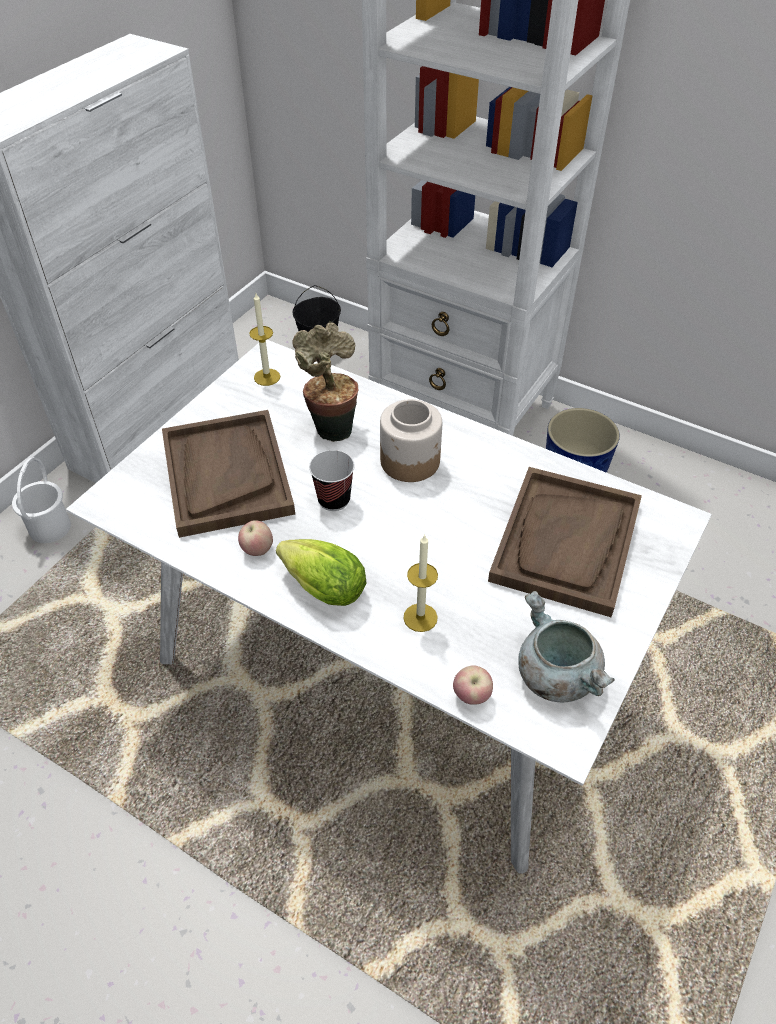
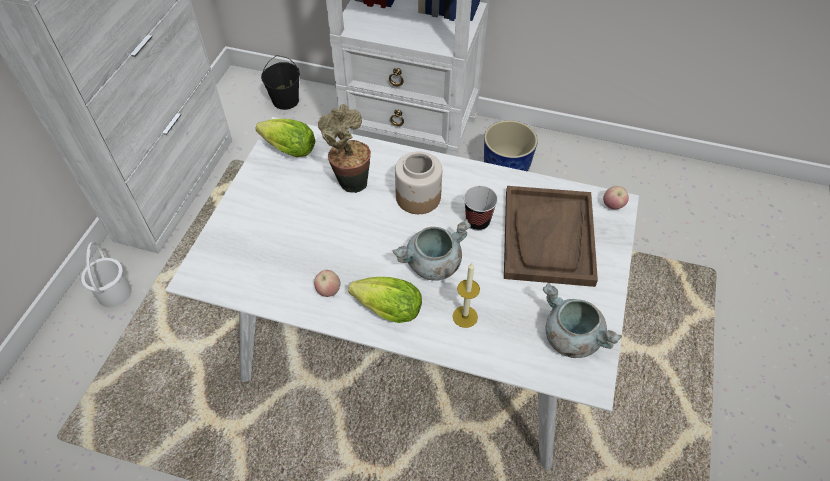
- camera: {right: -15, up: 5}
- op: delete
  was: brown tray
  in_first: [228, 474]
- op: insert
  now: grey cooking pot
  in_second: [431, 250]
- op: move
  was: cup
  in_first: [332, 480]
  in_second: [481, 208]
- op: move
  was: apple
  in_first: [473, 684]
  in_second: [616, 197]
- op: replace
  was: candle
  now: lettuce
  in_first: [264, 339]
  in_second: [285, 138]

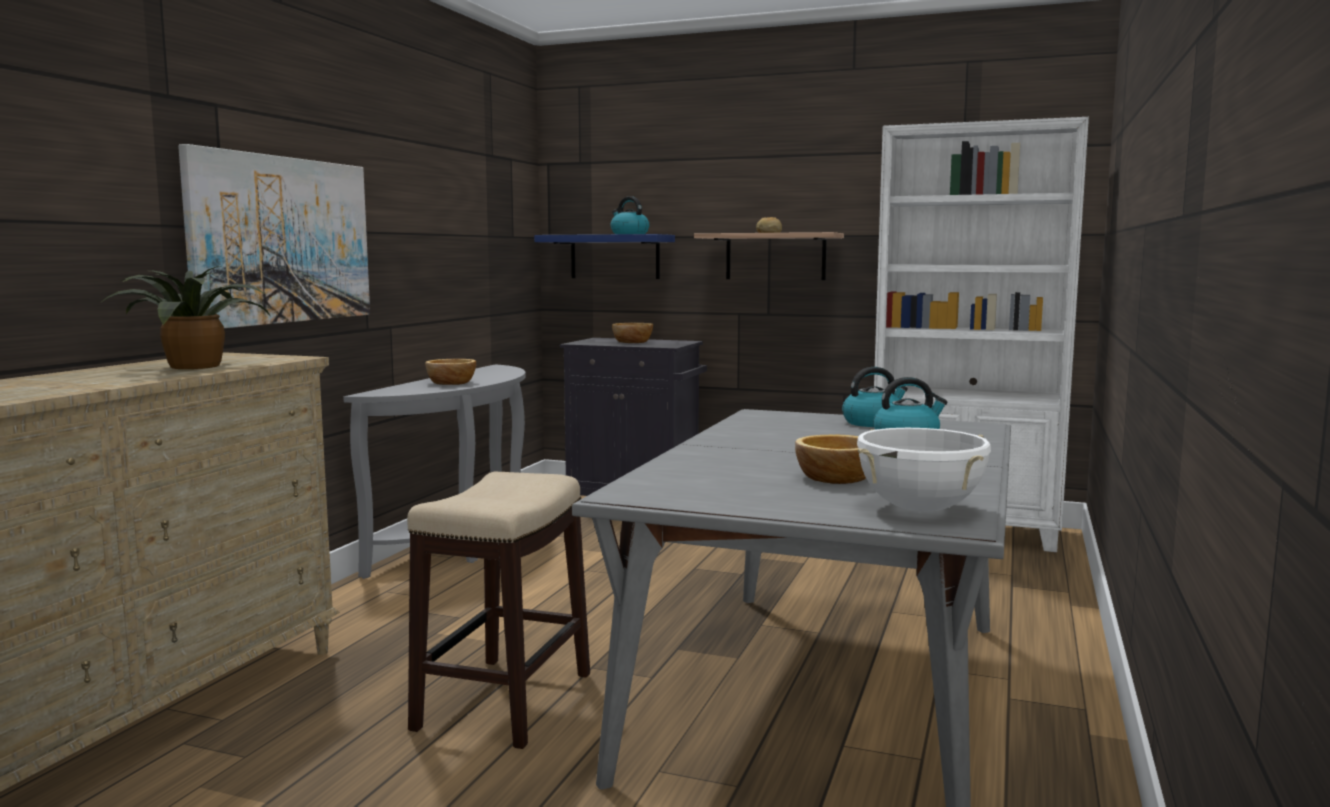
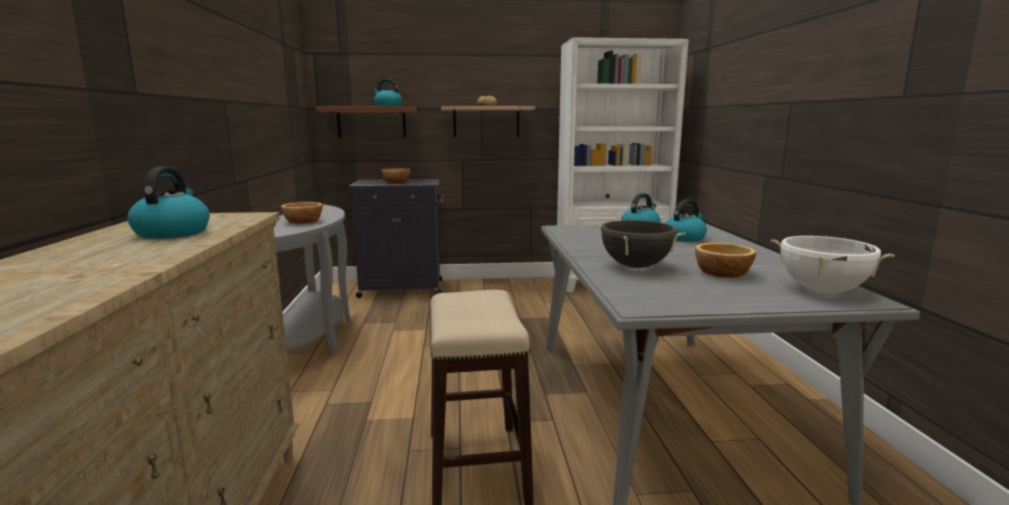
- camera: {right: -25, up: 5}
- op: delete
  was: picture
  in_first: [274, 236]
- op: insert
  now: black cooking pot
  in_second: [640, 244]
- op: replace
  was: potted plant
  now: kettle
  in_first: [185, 317]
  in_second: [168, 202]
- op: recolor
  was: blue shelf
  now: brown shelf
  in_first: [604, 256]
  in_second: [366, 122]

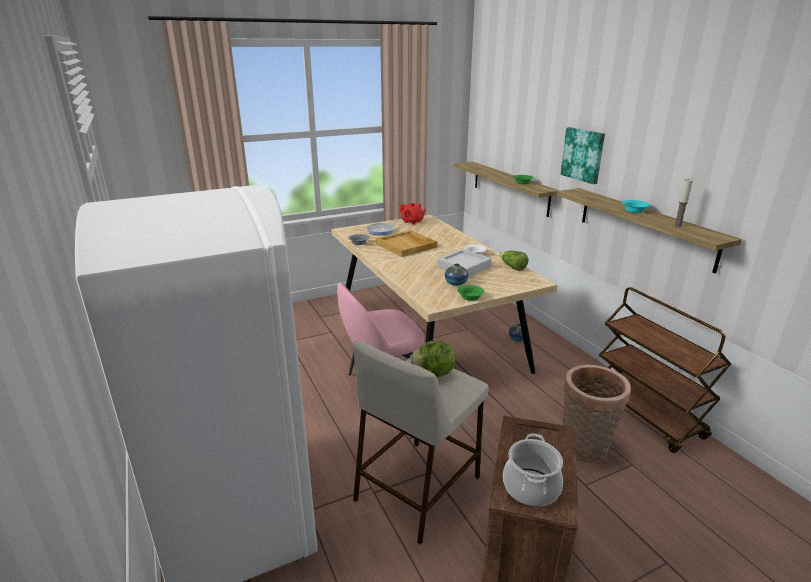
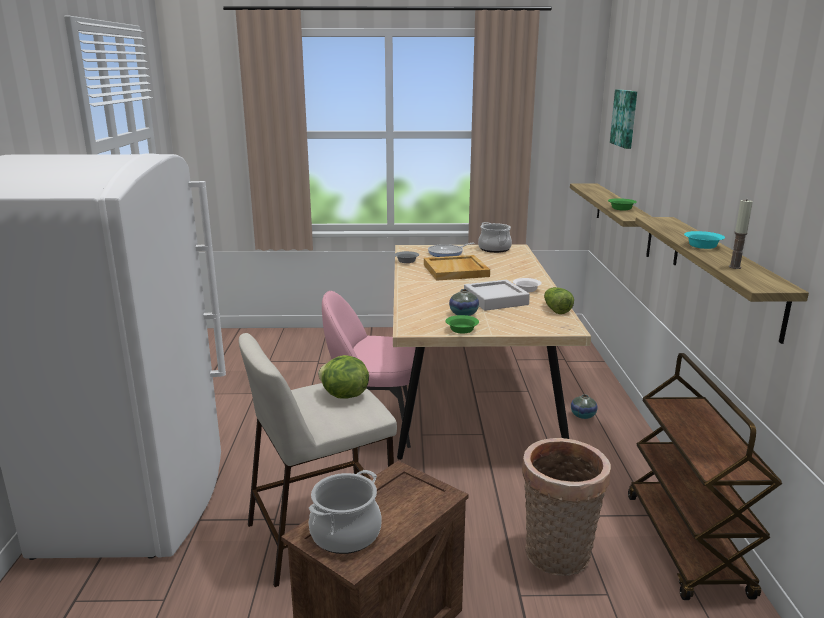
- camera: {right: 25, up: -5}
- op: move
  was: picture
  in_first: [583, 155]
  in_second: [623, 119]
- op: replace
  was: red teapot
  now: cooking pot
  in_first: [412, 214]
  in_second: [495, 237]

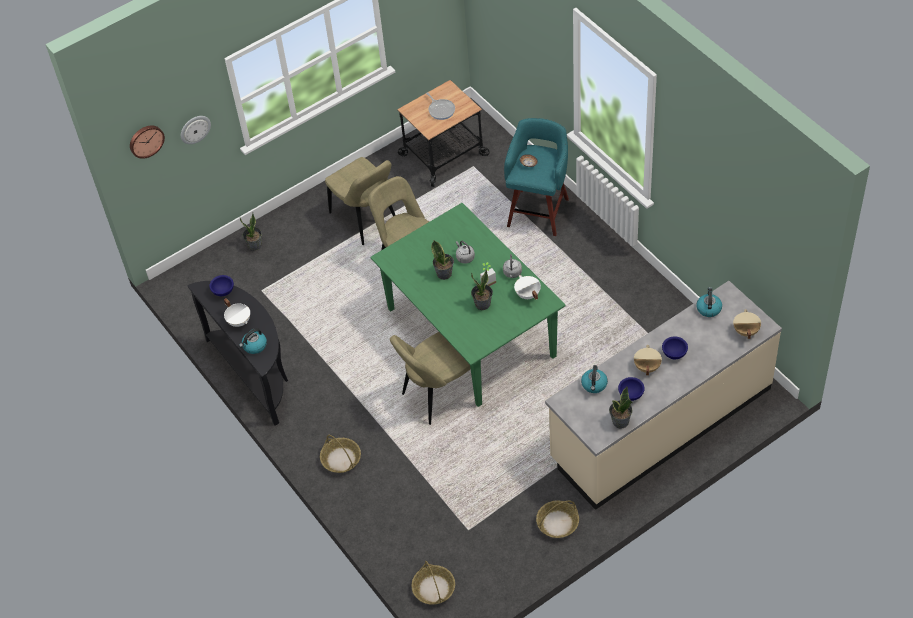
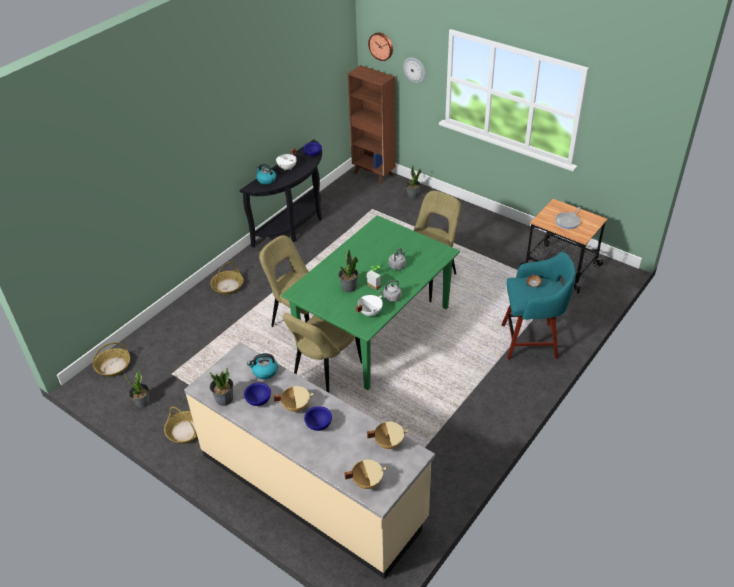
- camera: {right: 70, up: -10}
- op: insert
  now: brown bookcase
  in_second: [372, 125]
- op: move
  was: beige chair
  in_first: [360, 201]
  in_second: [322, 353]
- op: move
  was: potted plant
  in_first: [442, 260]
  in_second: [137, 387]
- op: replace
  was: kettle
  now: beige cooking pot
  in_first: [709, 302]
  in_second: [387, 435]

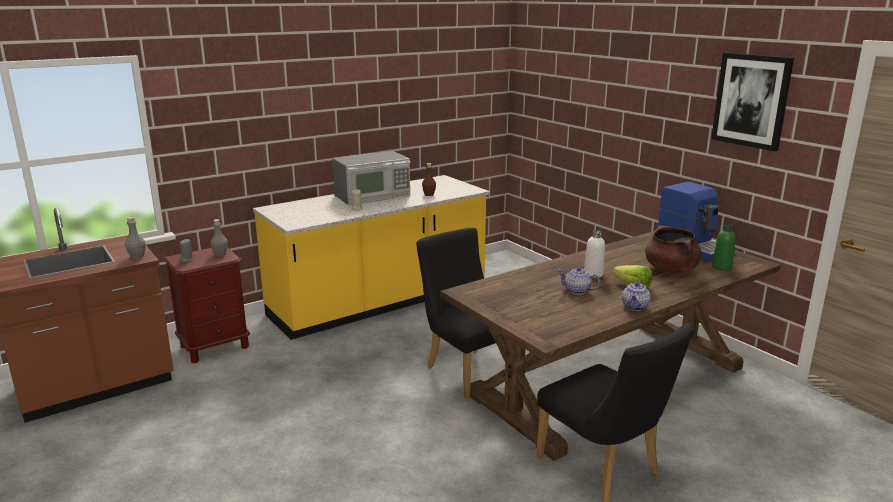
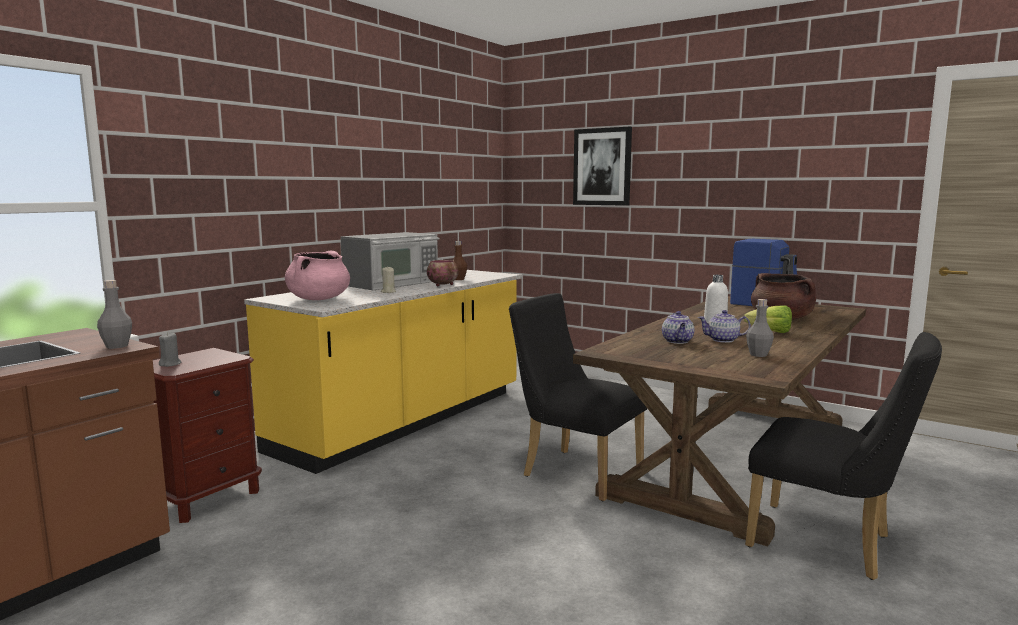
- camera: {right: -20, up: -10}
- op: delete
  was: green bottle
  in_first: [724, 247]
- op: insert
  now: pink cooking pot
  in_second: [317, 275]
- op: insert
  now: bowl
  in_second: [442, 273]
- op: move
  was: grey bottle
  in_first: [219, 238]
  in_second: [760, 328]
- op: move
  was: teapot
  in_first: [636, 295]
  in_second: [678, 327]
- op: move
  was: picture
  in_first: [752, 102]
  in_second: [602, 166]

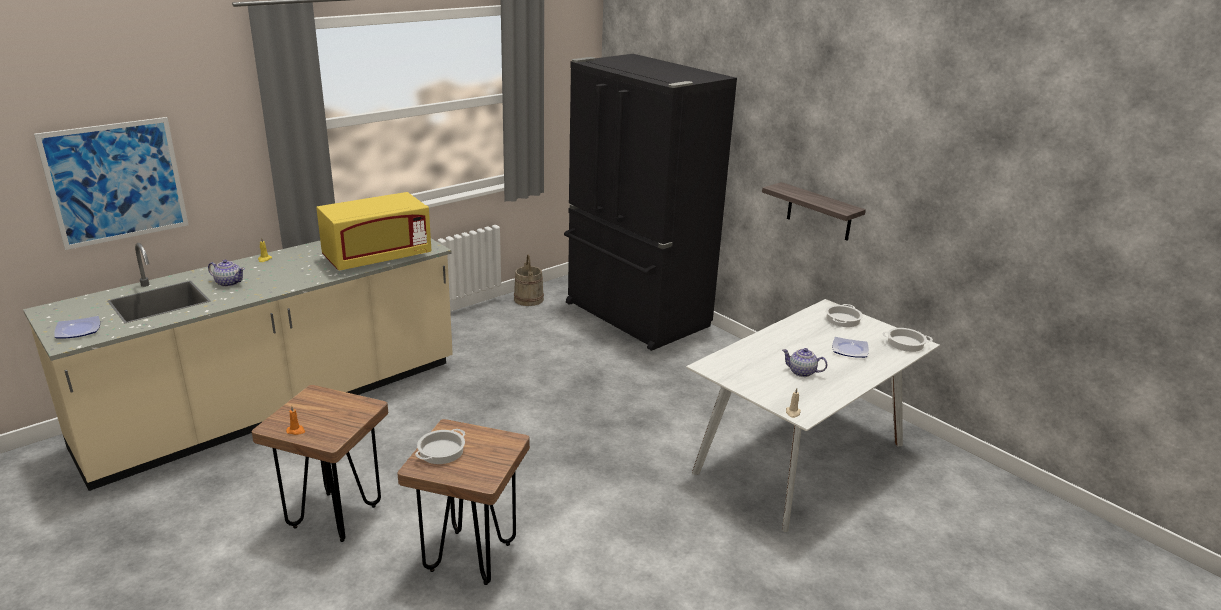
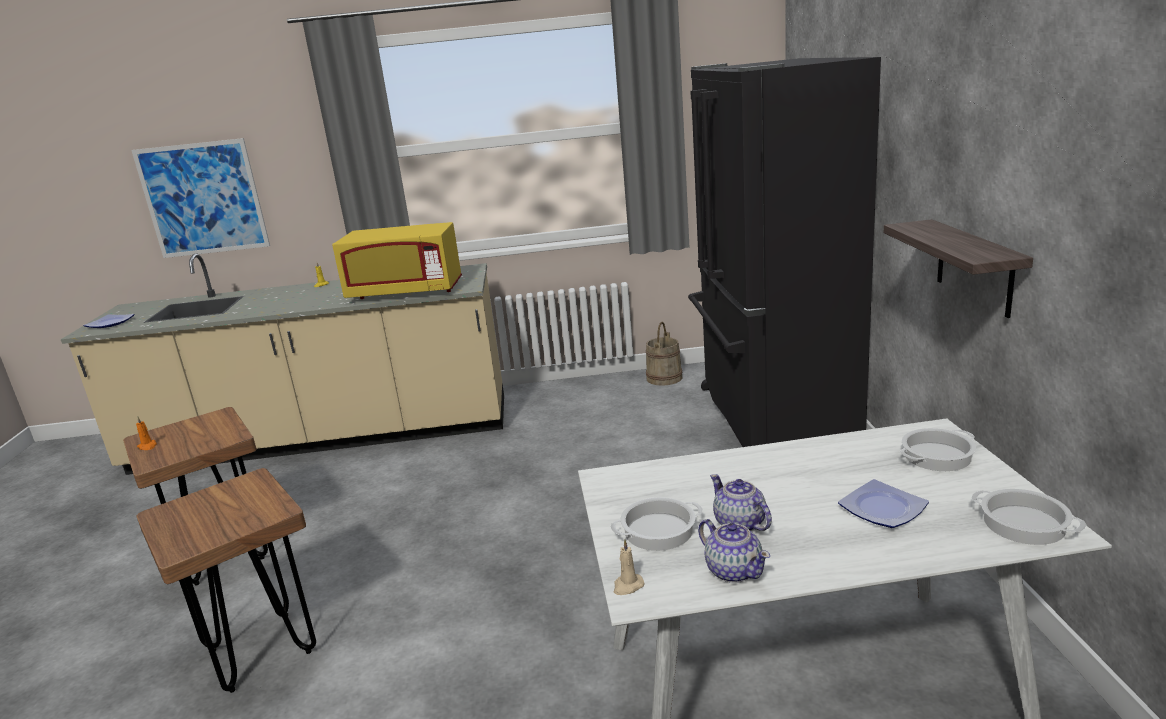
- camera: {right: 40, up: -5}
- op: move
  was: teapot
  in_first: [226, 273]
  in_second: [734, 551]
- op: move
  was: cooking pot
  in_first: [440, 446]
  in_second: [656, 524]

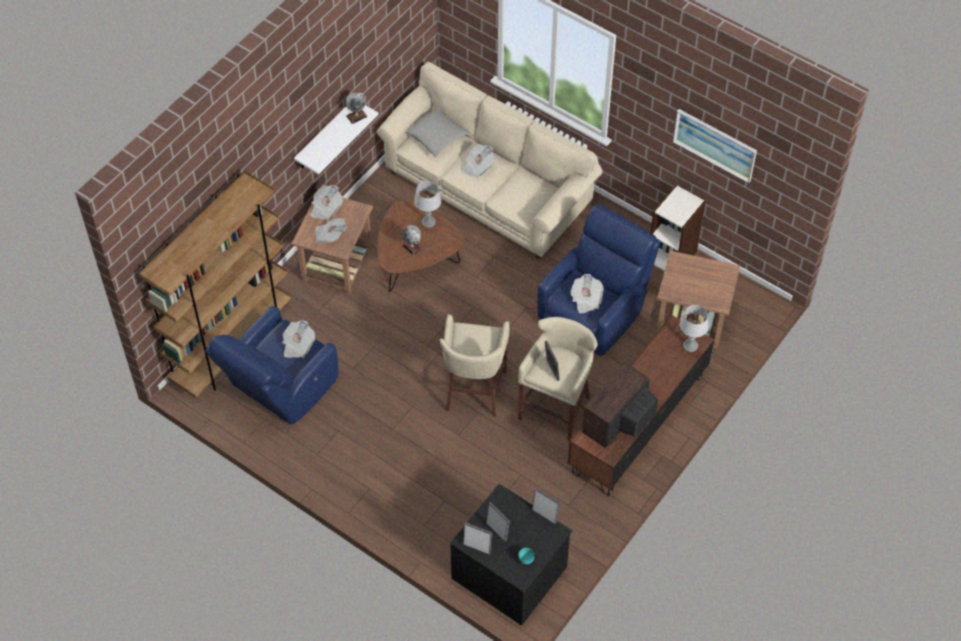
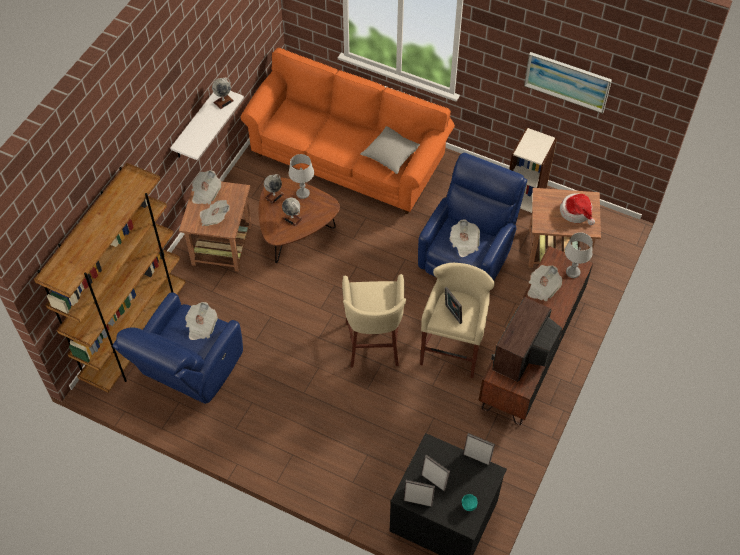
- camera: {right: -10, up: 0}
- op: insert
  now: globe
  in_second: [274, 189]
- op: insert
  now: hat
  in_second: [577, 209]
- op: move
  was: grey pillow
  in_first: [437, 133]
  in_second: [390, 150]
- op: move
  was: newspaper
  in_first: [478, 161]
  in_second: [544, 283]
- op: recolor
  was: beige sofa
  now: orange sofa
  in_first: [490, 160]
  in_second: [347, 131]

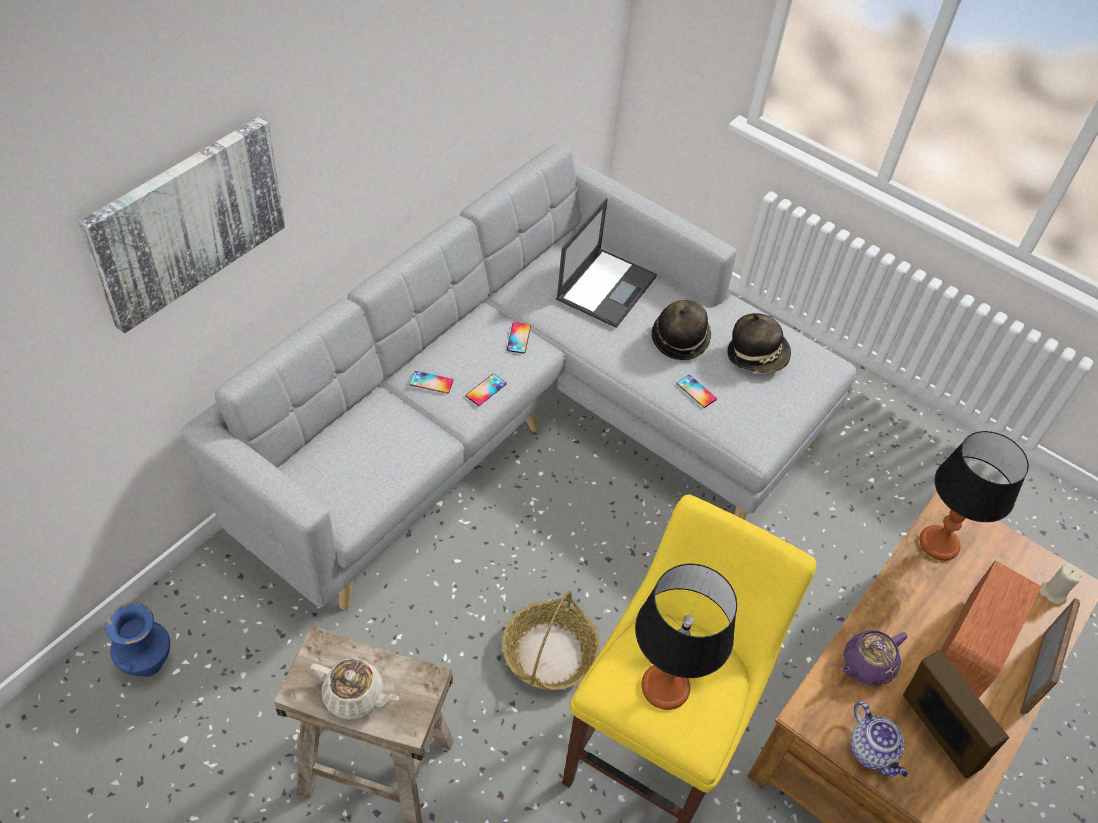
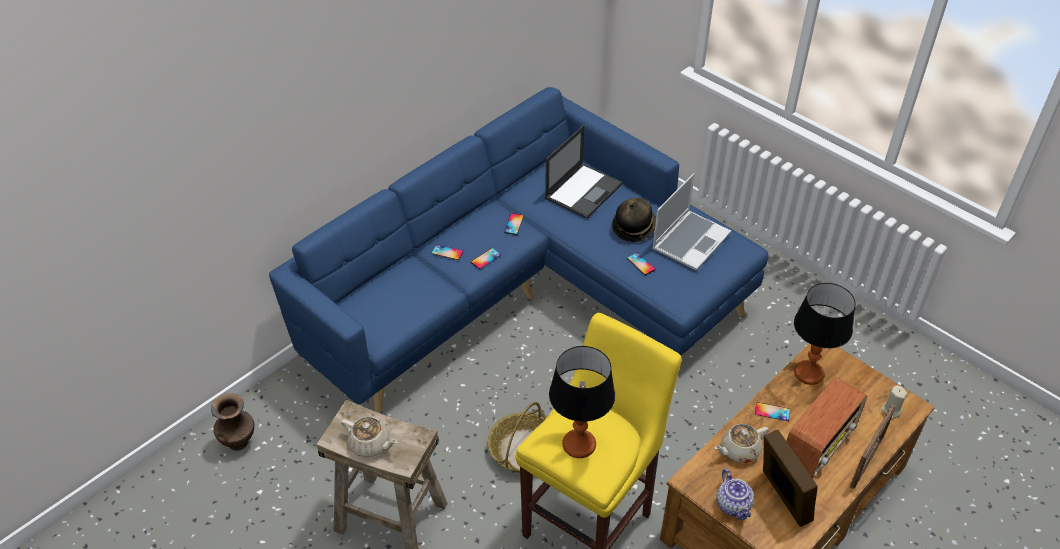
- camera: {right: 10, up: -5}
- op: delete
  was: picture
  in_first: [182, 225]
- op: insert
  now: phone
  in_second: [772, 411]
- op: replace
  was: hat
  now: laptop
  in_first: [759, 343]
  in_second: [691, 222]
- op: recolor
  was: blue vase
  now: brown vase
  in_first: [137, 639]
  in_second: [232, 422]
- op: recolor
  was: grey sofa
  now: blue sofa
  in_first: [518, 378]
  in_second: [519, 250]
- op: recolor
  was: purple teapot
  now: beige teapot
  in_first: [874, 658]
  in_second: [741, 443]

